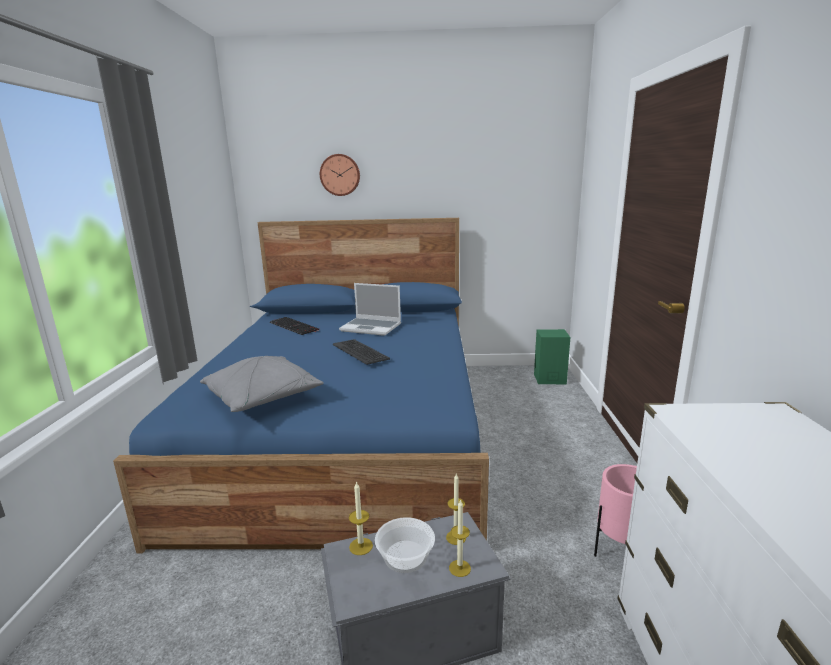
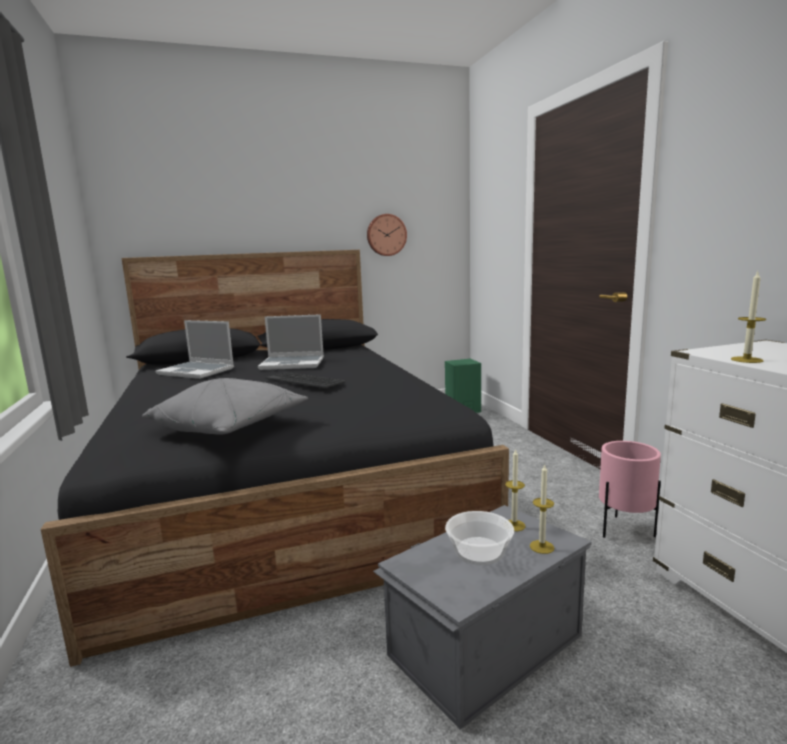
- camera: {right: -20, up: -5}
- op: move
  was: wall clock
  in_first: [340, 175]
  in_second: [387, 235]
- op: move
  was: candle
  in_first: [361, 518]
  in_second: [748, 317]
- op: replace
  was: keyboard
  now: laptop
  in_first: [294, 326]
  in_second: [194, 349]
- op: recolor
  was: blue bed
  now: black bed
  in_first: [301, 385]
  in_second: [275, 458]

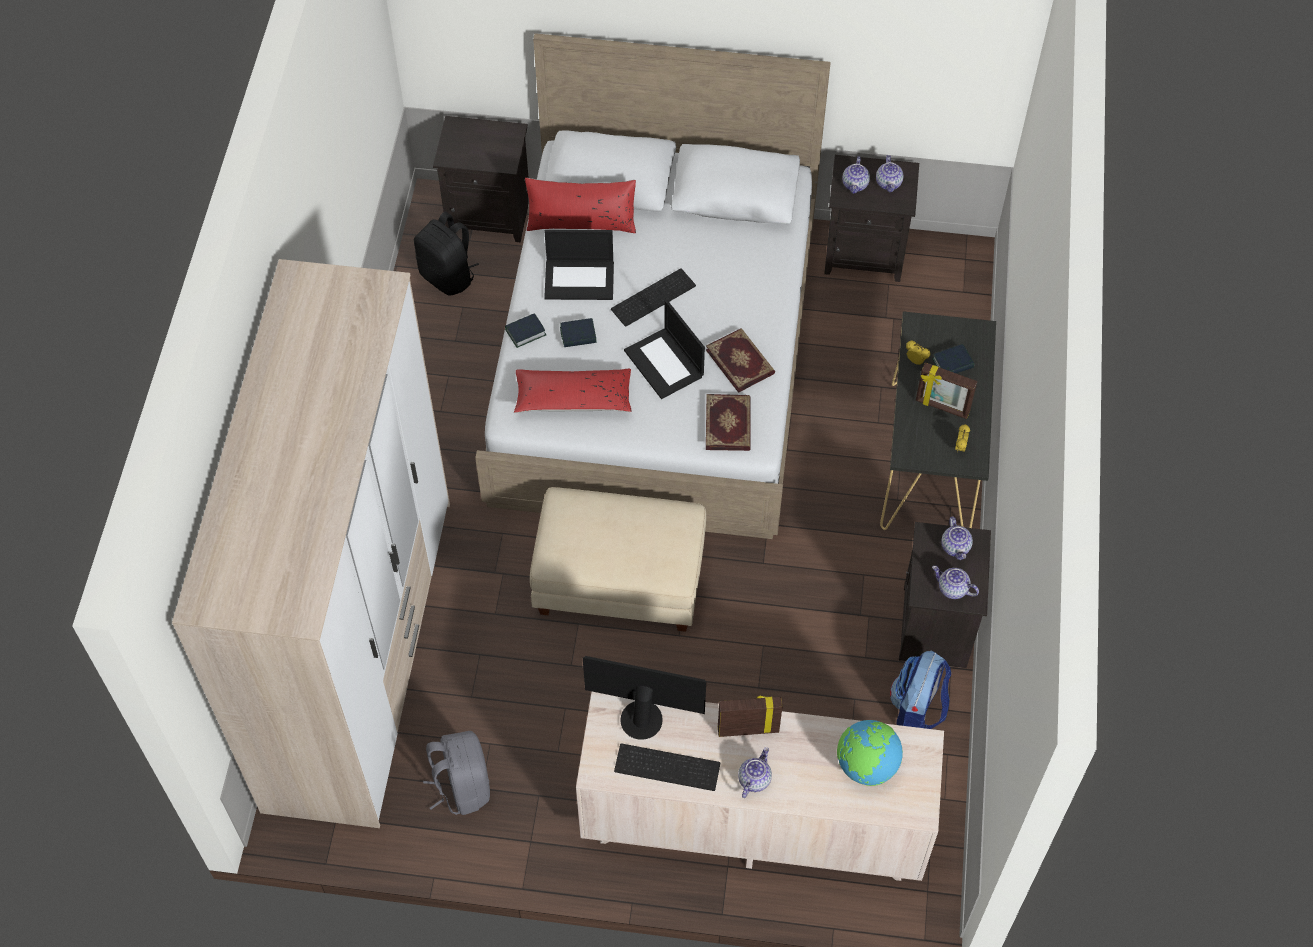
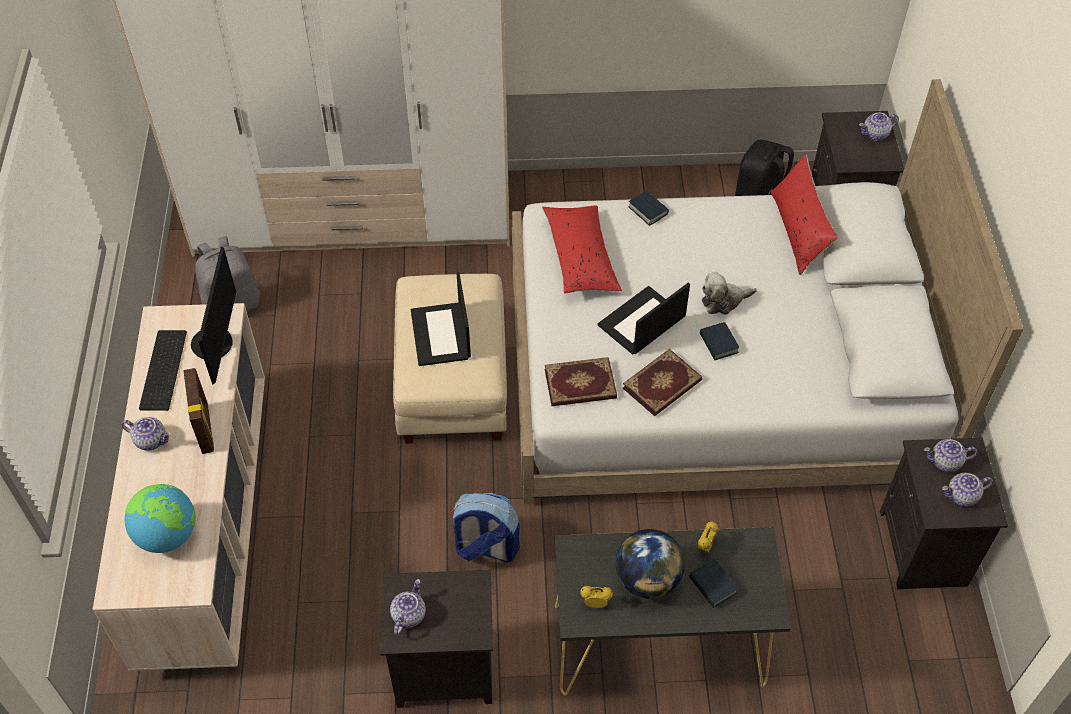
- camera: {right: 80, up: -5}
- op: move
  was: laptop
  in_first: [579, 265]
  in_second: [441, 319]
- op: move
  was: book
  in_first: [578, 332]
  in_second: [719, 341]
- op: move
  was: backpack
  in_first: [920, 689]
  in_second: [485, 527]
- op: move
  was: teapot
  in_first: [957, 538]
  in_second: [879, 127]
- op: replace
  was: keyboard
  now: plush toy
  in_first: [653, 297]
  in_second: [729, 293]
- op: replace
  was: picture frame
  now: globe
  in_first: [946, 390]
  in_second: [650, 564]

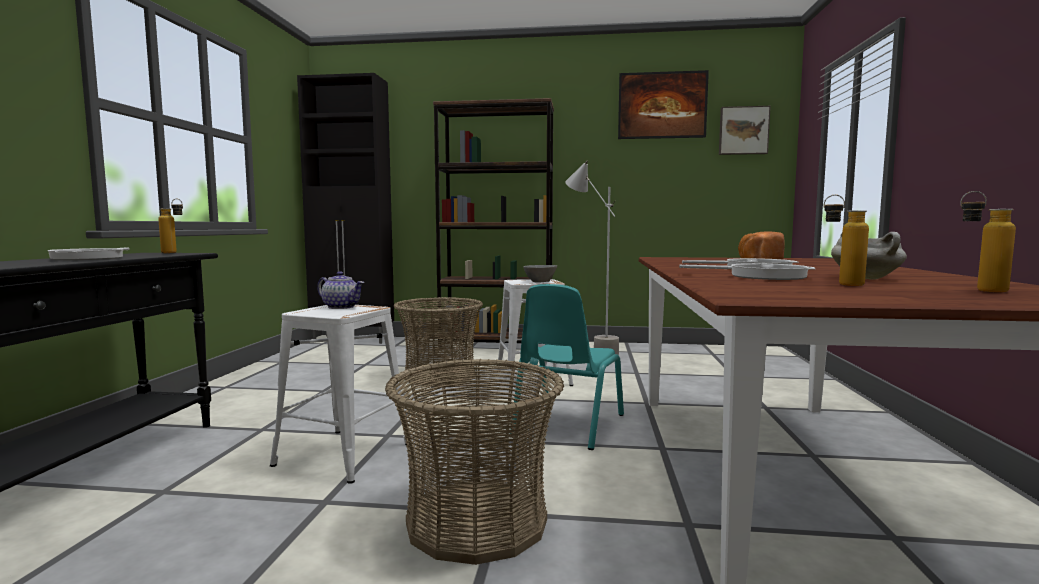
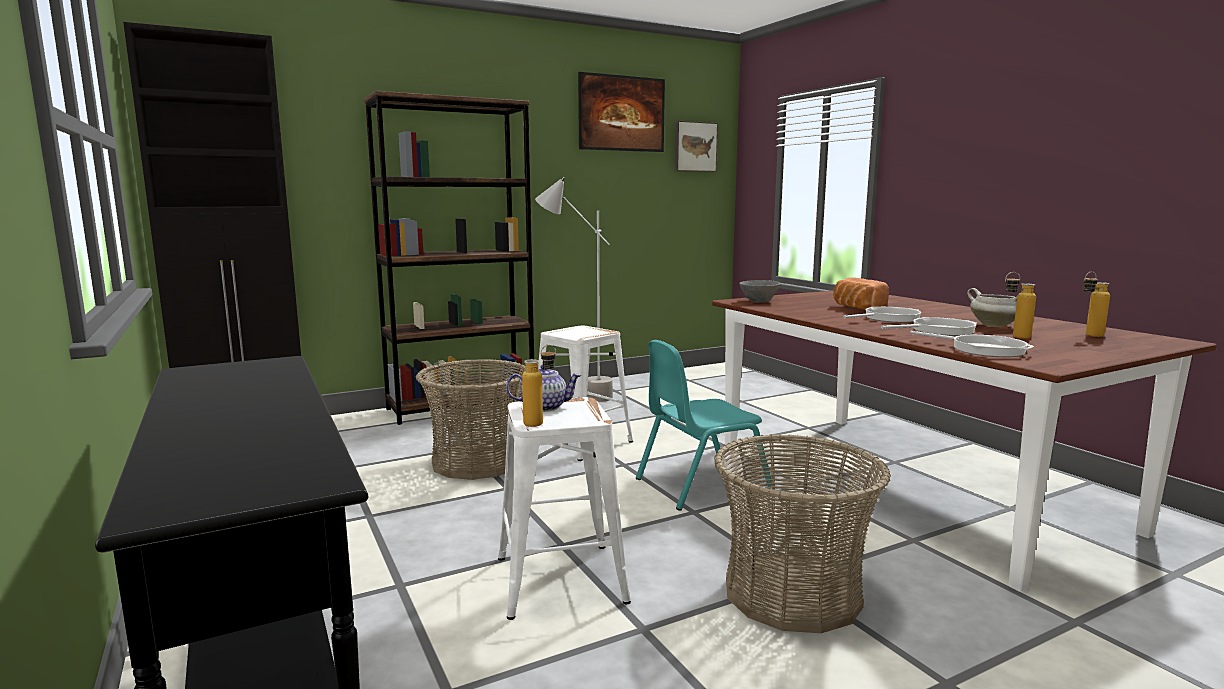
- camera: {right: -35, up: 5}
- op: move
  was: frying pan
  in_first: [89, 253]
  in_second: [972, 344]
- op: move
  was: bottle
  in_first: [170, 226]
  in_second: [539, 386]
- op: move
  was: grey bowl
  in_first: [540, 273]
  in_second: [759, 291]
- op: rotate
  was: turquoise chair
  in_first: [567, 367]
  in_second: [704, 425]
  clockwise: 75

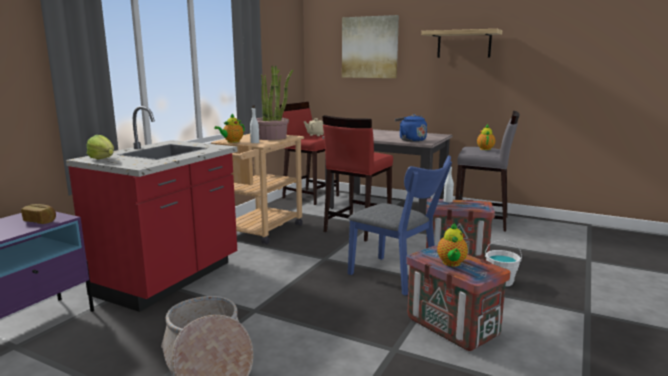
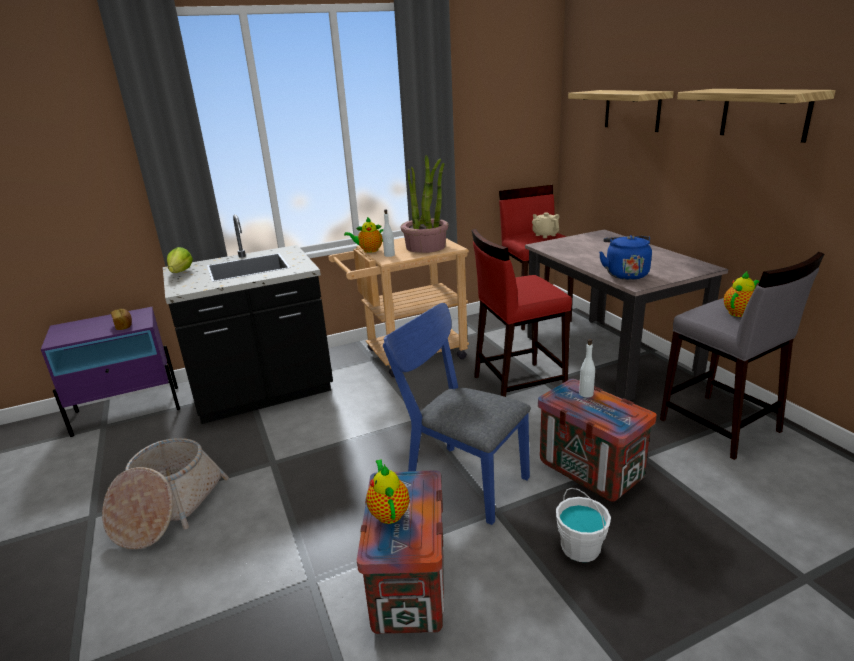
- camera: {right: 40, up: 10}
- op: replace
  was: picture
  now: shelf
  in_first: [370, 46]
  in_second: [621, 111]
- op: recolor
  was: red counter
  now: black counter
  in_first: [152, 209]
  in_second: [248, 319]
- op: rotate
  was: blue chair
  in_first: [400, 225]
  in_second: [457, 414]
  clockwise: 135
- op: rotate
  was: teapot
  in_first: [452, 245]
  in_second: [387, 491]
  clockwise: 120

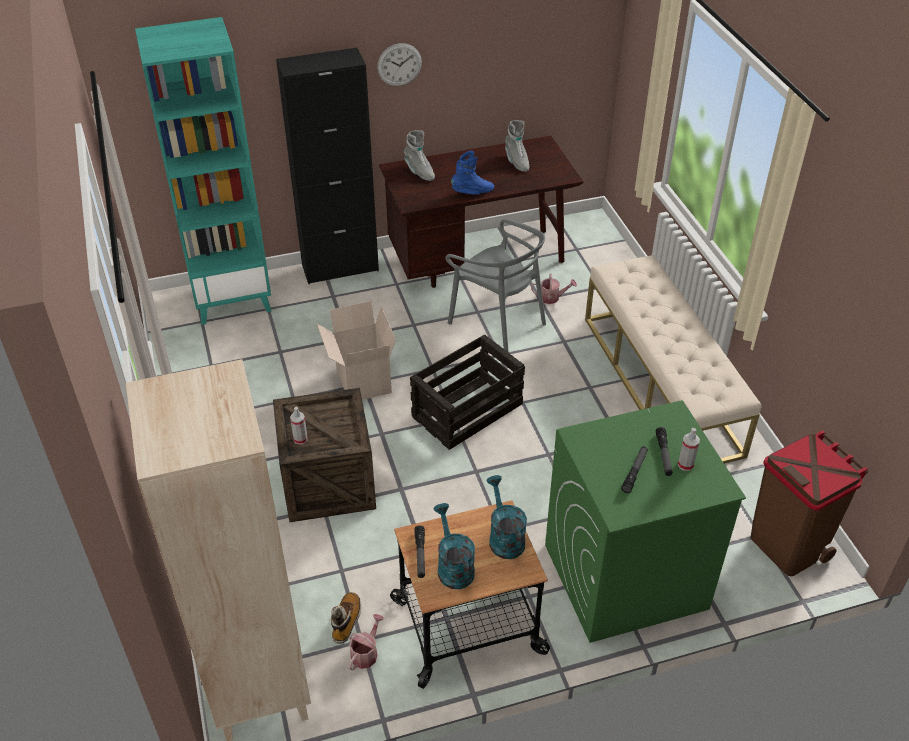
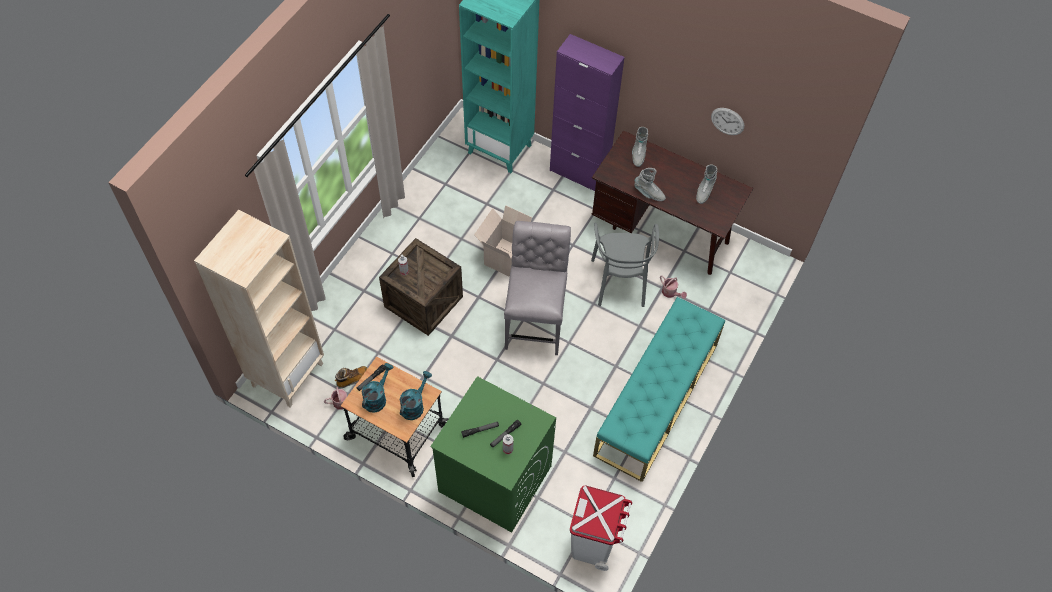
- camera: {right: 45, up: 15}
- op: move
  was: wall clock
  in_first: [399, 64]
  in_second: [728, 121]
- op: replace
  was: crate
  now: grey chair
  in_first: [467, 392]
  in_second: [537, 288]
- op: recolor
  was: black cabinet
  now: purple cabinet
  in_first: [327, 166]
  in_second: [587, 112]
- op: recolor
  was: blue boot
  now: grey boot
  in_first: [472, 173]
  in_second: [650, 184]
- op: recolor
  was: beige bench
  now: turquoise bench
  in_first: [673, 359]
  in_second: [659, 389]
- op: recolor
  was: brown trash can
  now: white trash can
  in_first: [809, 503]
  in_second: [601, 528]

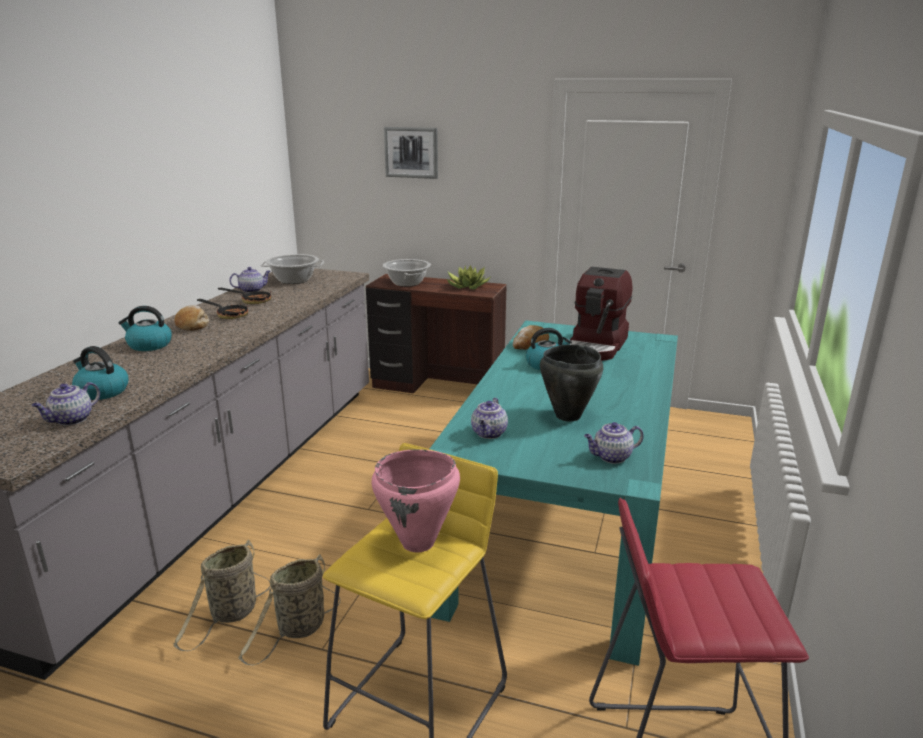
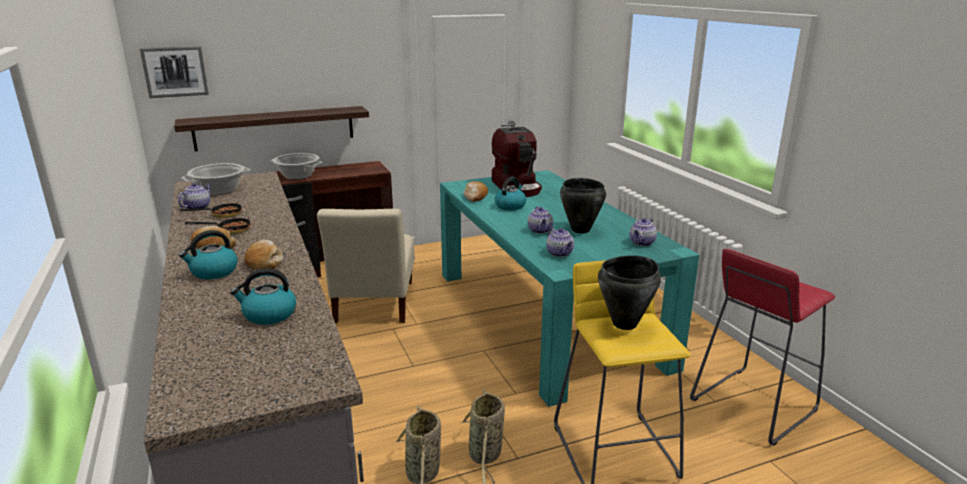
- camera: {right: -40, up: 0}
- op: delete
  was: potted plant
  in_first: [468, 277]
- op: insert
  now: shelf
  in_second: [271, 128]
- op: insert
  now: bread
  in_second: [263, 255]
- op: insert
  now: beige chair
  in_second: [366, 266]
- op: move
  was: teapot
  in_first: [66, 403]
  in_second: [540, 220]
- op: move
  was: picture
  in_first: [411, 153]
  in_second: [174, 72]
- op: recolor
  was: pink cooking pot
  now: black cooking pot
  in_first: [415, 500]
  in_second: [629, 293]

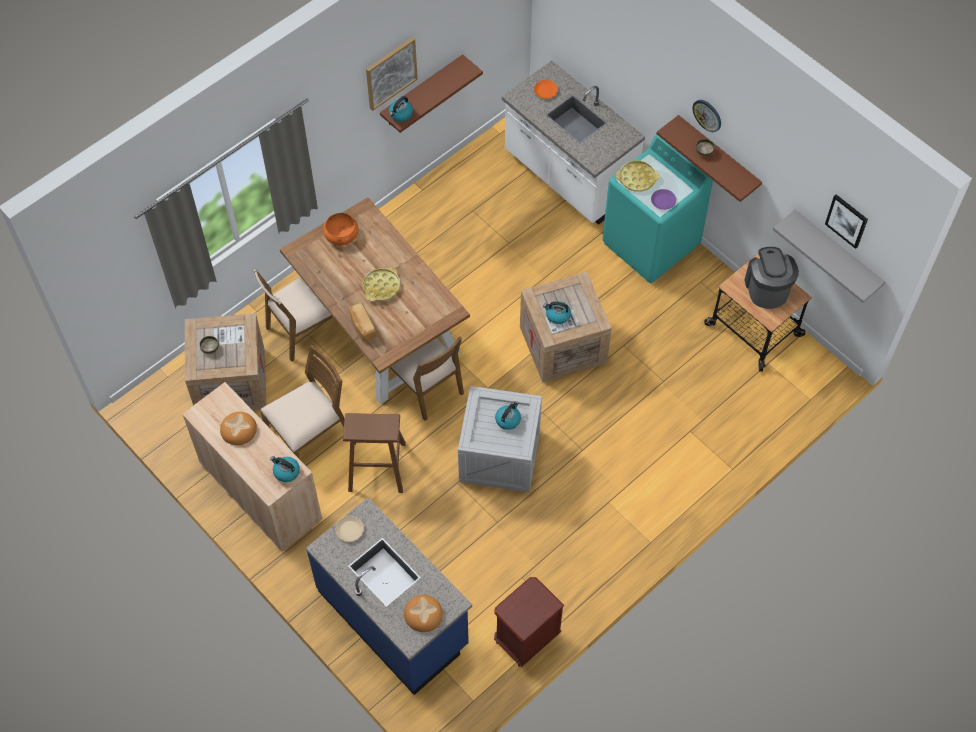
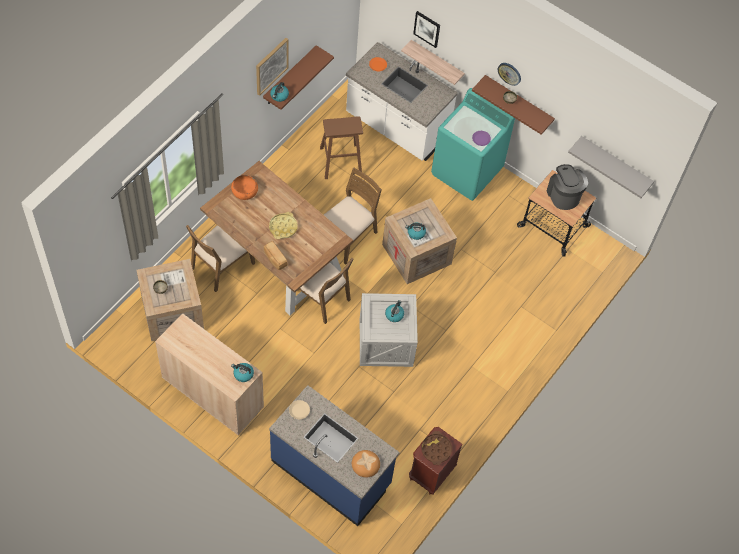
- camera: {right: -15, up: 0}
- op: delete
  was: bread
  in_first: [238, 428]
- op: delete
  was: yellow tray
  in_first: [638, 176]
- op: insert
  now: shelf
  in_second: [433, 62]
- op: insert
  now: brown tray
  in_second: [436, 448]
- op: move
  was: brown chair
  in_first: [302, 401]
  in_second: [353, 216]
- op: move
  was: brown stool
  in_first: [374, 453]
  in_second: [341, 147]
- op: move
  was: picture
  in_first: [846, 221]
  in_second: [426, 29]

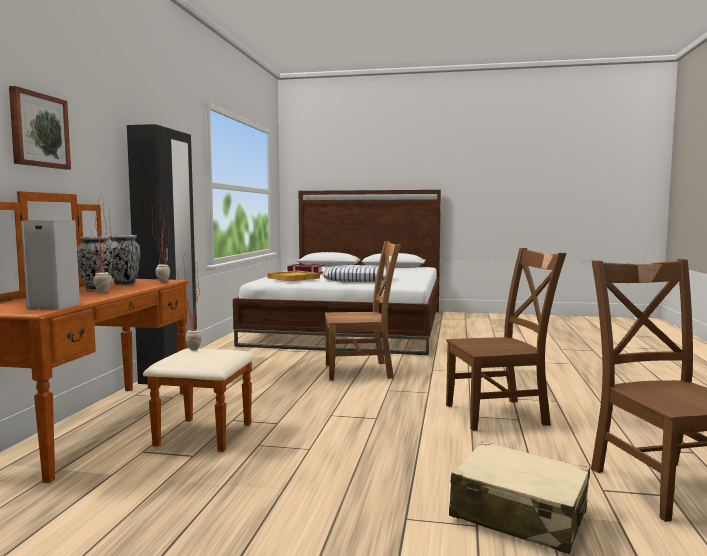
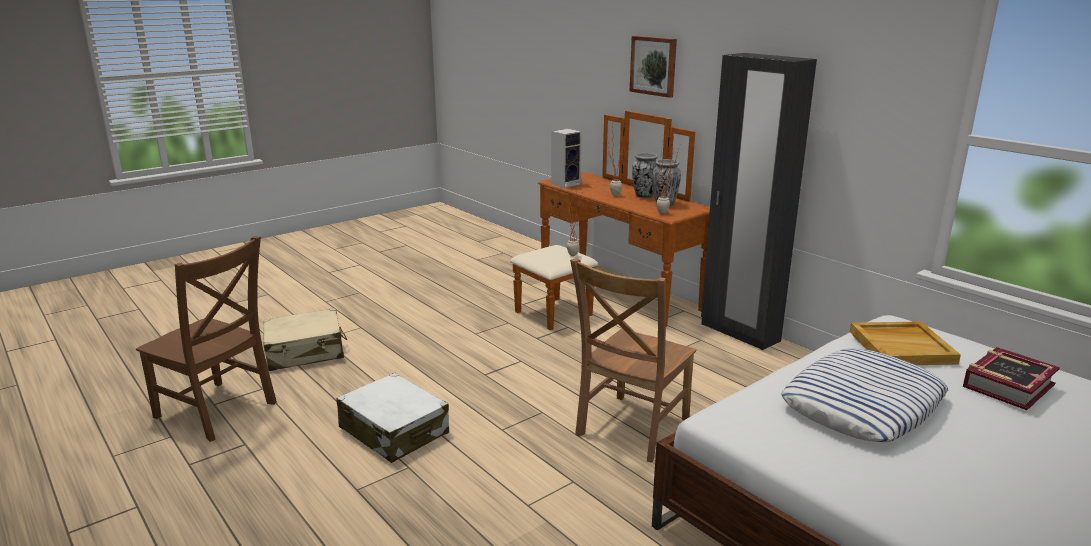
- camera: {right: 130, up: 15}
- op: replace
  was: brown chair
  now: white suitcase
  in_first: [506, 339]
  in_second: [392, 418]

